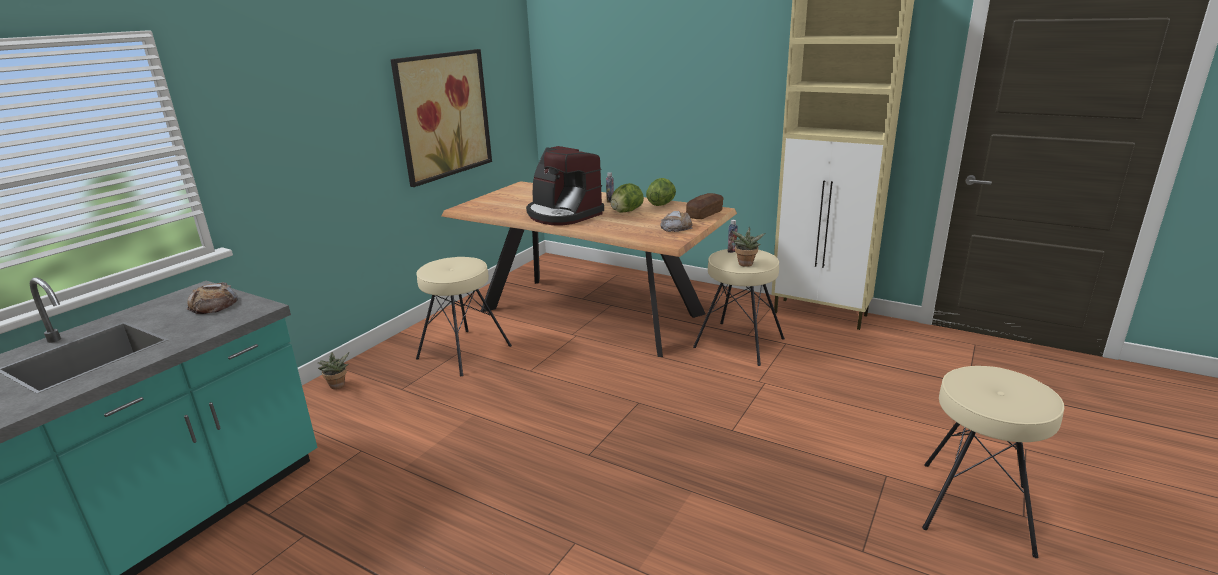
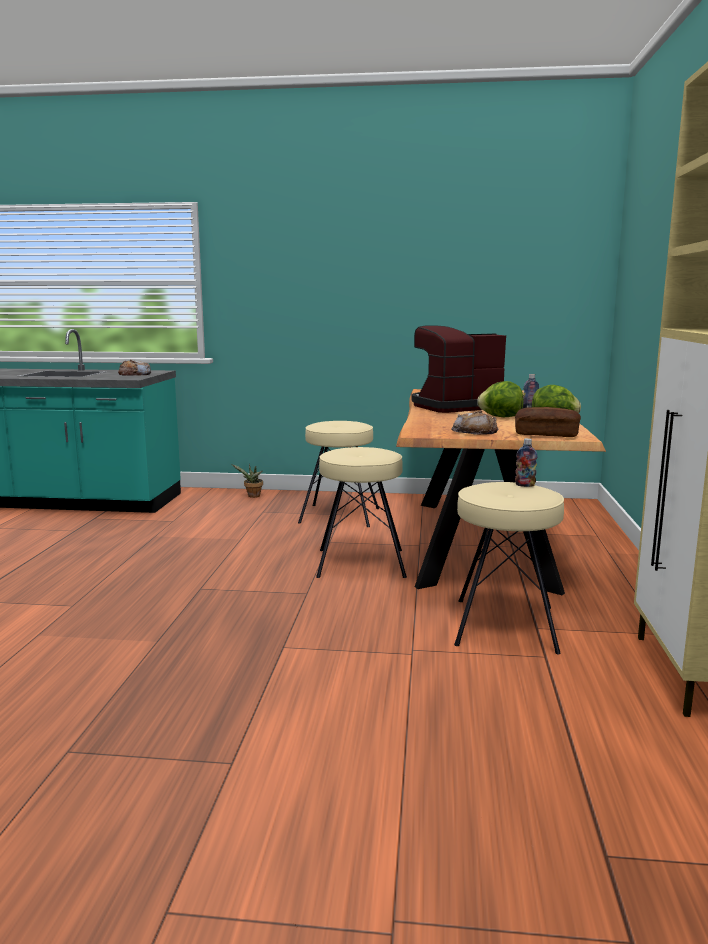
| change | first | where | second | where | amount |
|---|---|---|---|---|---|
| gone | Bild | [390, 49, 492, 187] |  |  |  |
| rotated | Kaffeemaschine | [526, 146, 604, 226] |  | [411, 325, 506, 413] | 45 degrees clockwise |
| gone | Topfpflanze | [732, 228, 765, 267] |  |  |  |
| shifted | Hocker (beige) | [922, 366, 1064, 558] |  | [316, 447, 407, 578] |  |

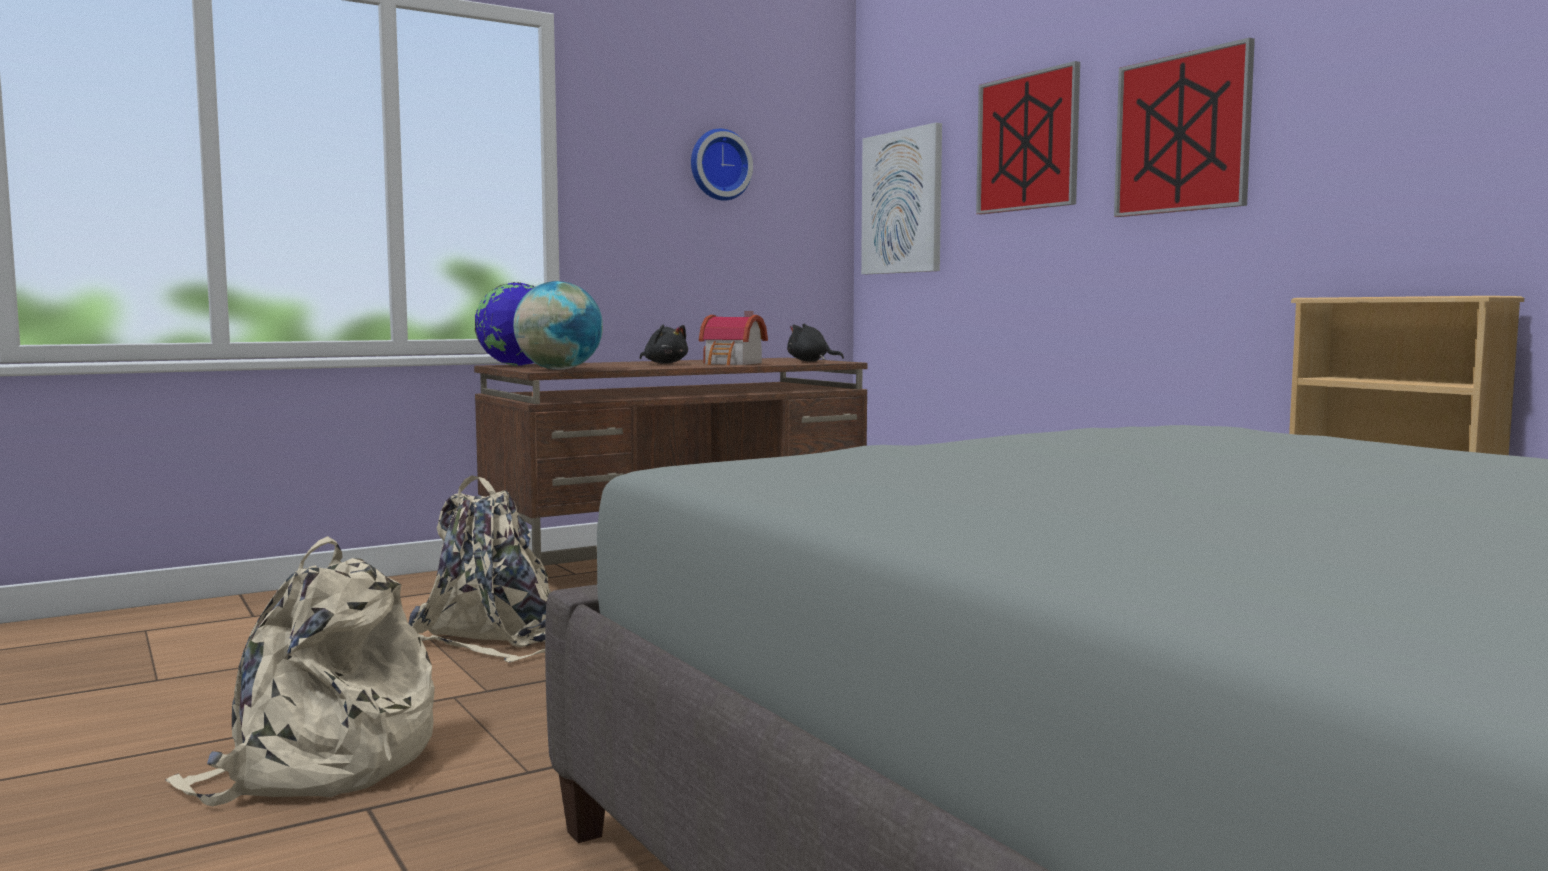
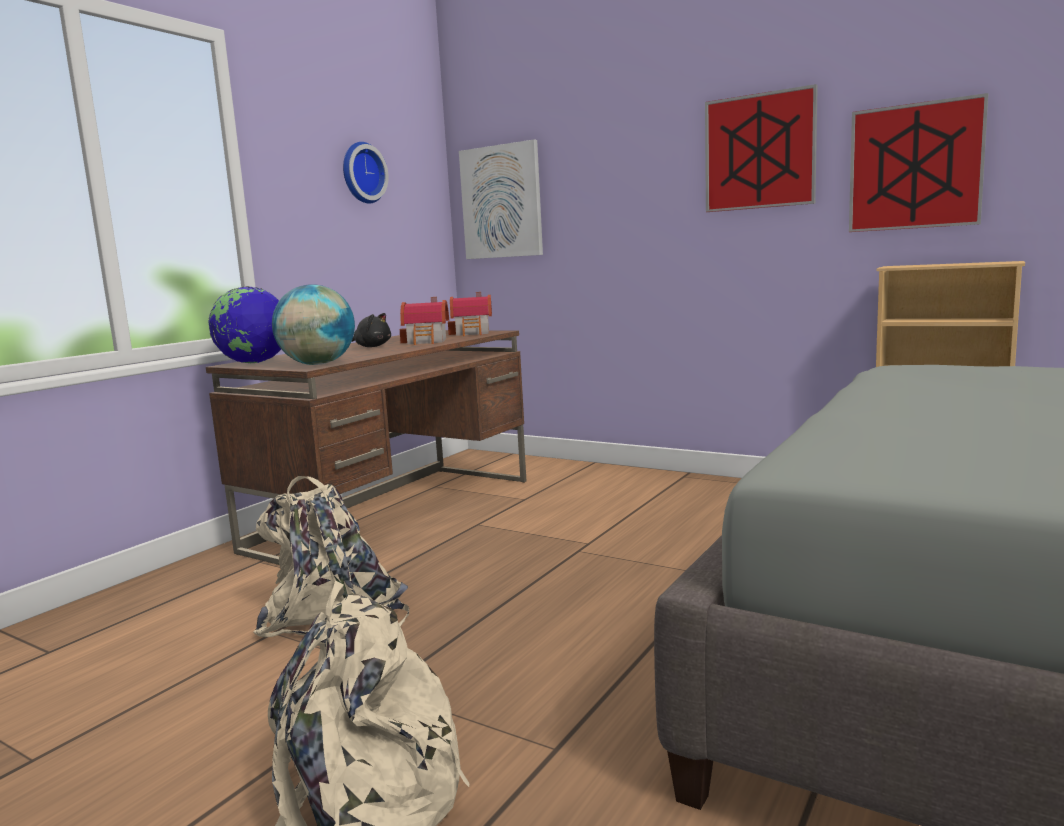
| change | first | where | second | where | amount |
|---|---|---|---|---|---|
| shifted | Bild | [976, 61, 1080, 214] |  | [849, 93, 988, 232] |  |
| swapped | Plüschtier (schwarz) | [787, 324, 844, 362] | Spielzeughaus | [448, 292, 492, 336] |  |

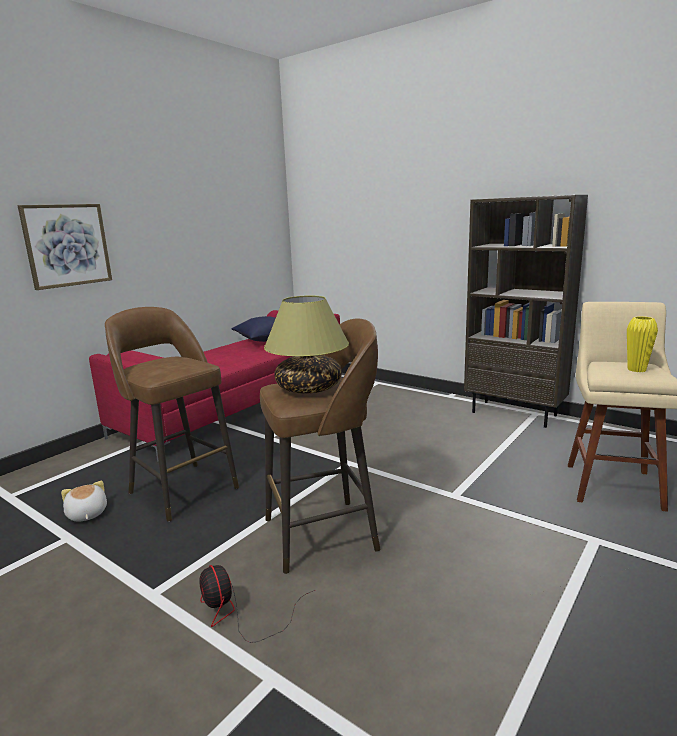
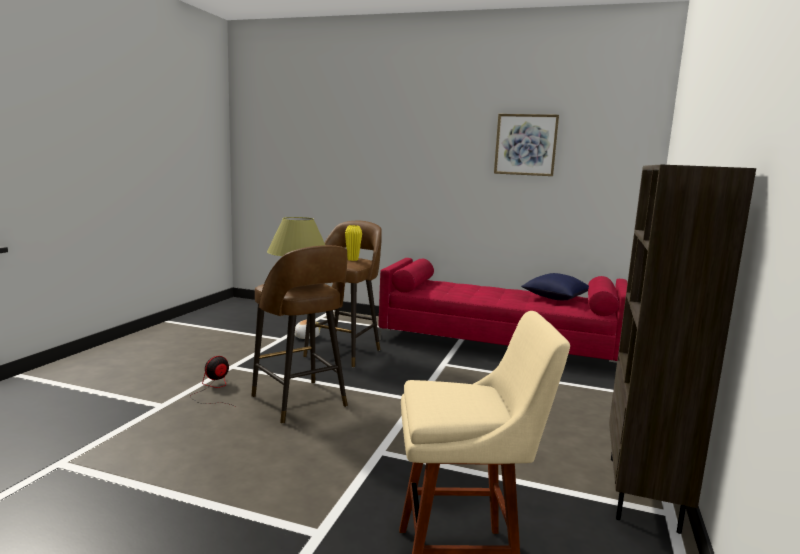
| change | first | where | second | where | amount |
|---|---|---|---|---|---|
| shifted | Bild | [18, 204, 112, 290] |  | [494, 114, 559, 176] |  |
| shifted | Vase (gelb) | [627, 316, 658, 372] |  | [345, 225, 362, 261] |  |

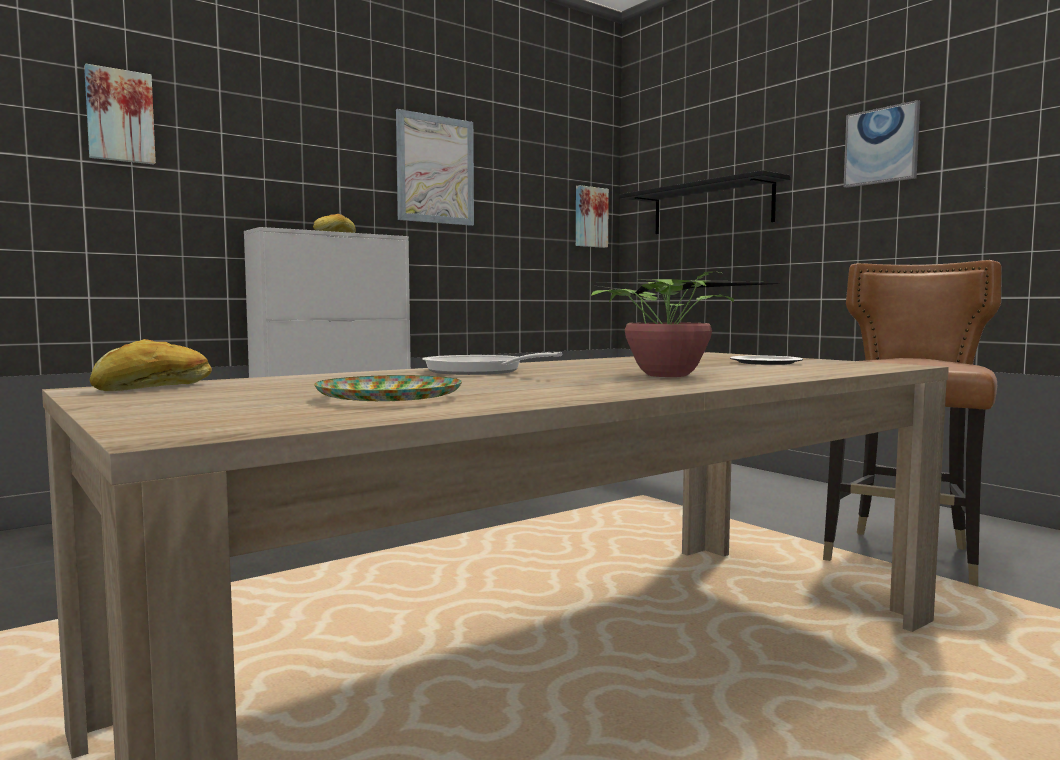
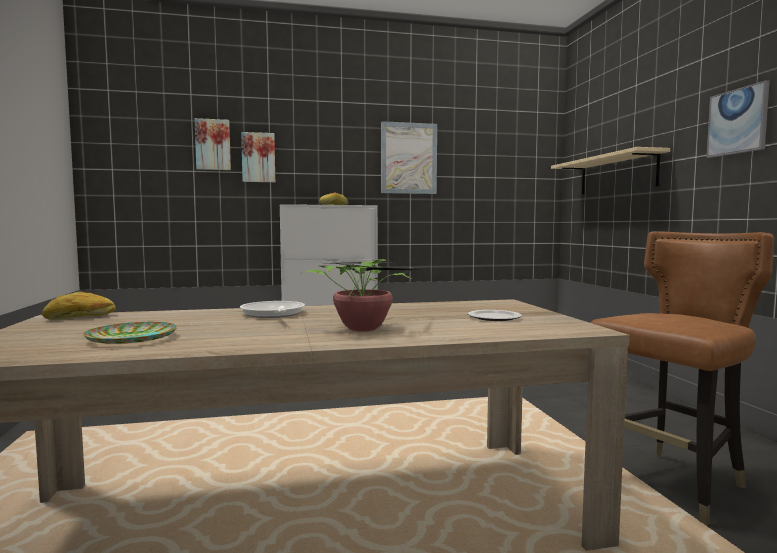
| change | first | where | second | where | amount |
|---|---|---|---|---|---|
| repainted | Wandregal (schwarz) | [619, 170, 791, 234] | Wandregal (beige) | [551, 147, 670, 194] |  |
| shifted | Bild | [576, 185, 609, 248] |  | [241, 132, 275, 182] |  |

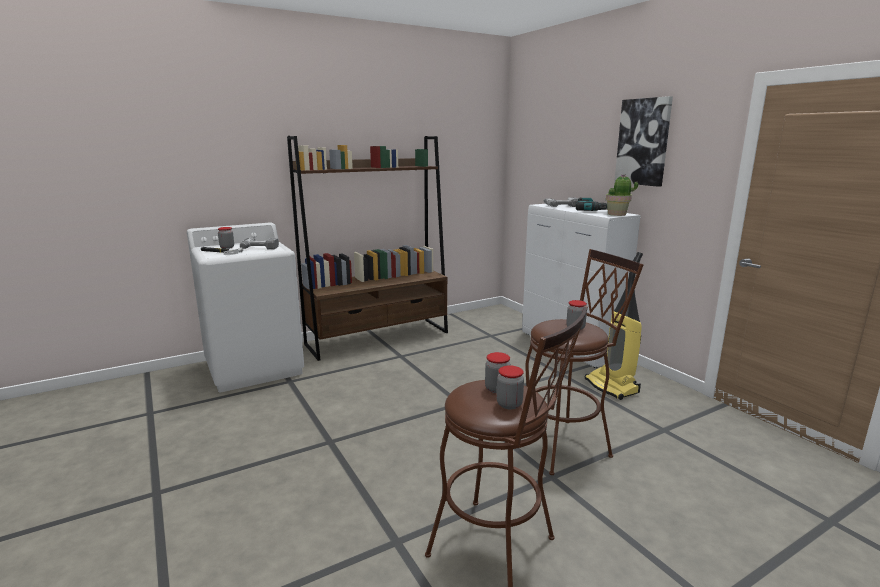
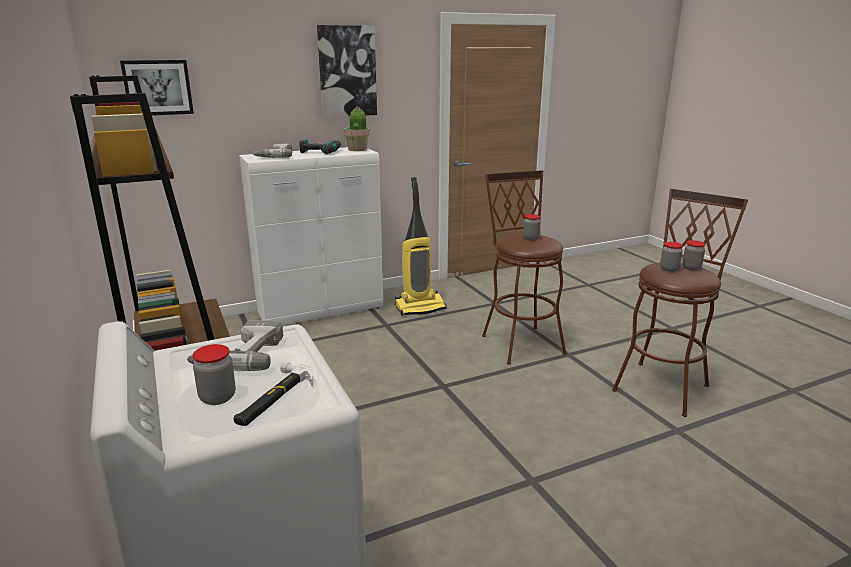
| change | first | where | second | where | amount |
|---|---|---|---|---|---|
| new |  |  | Bild | [120, 60, 194, 116] |  |

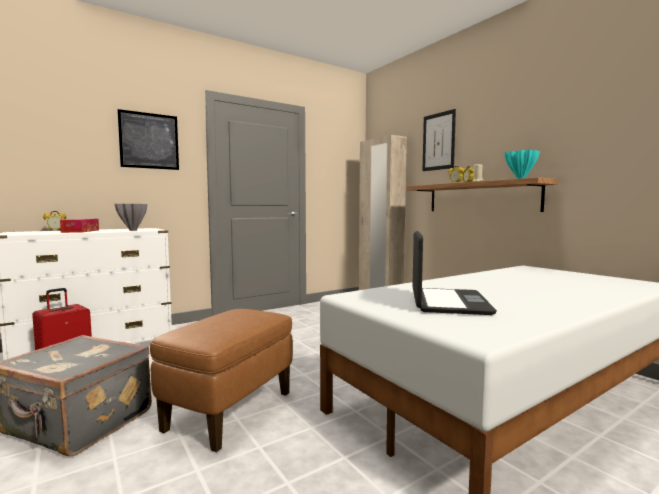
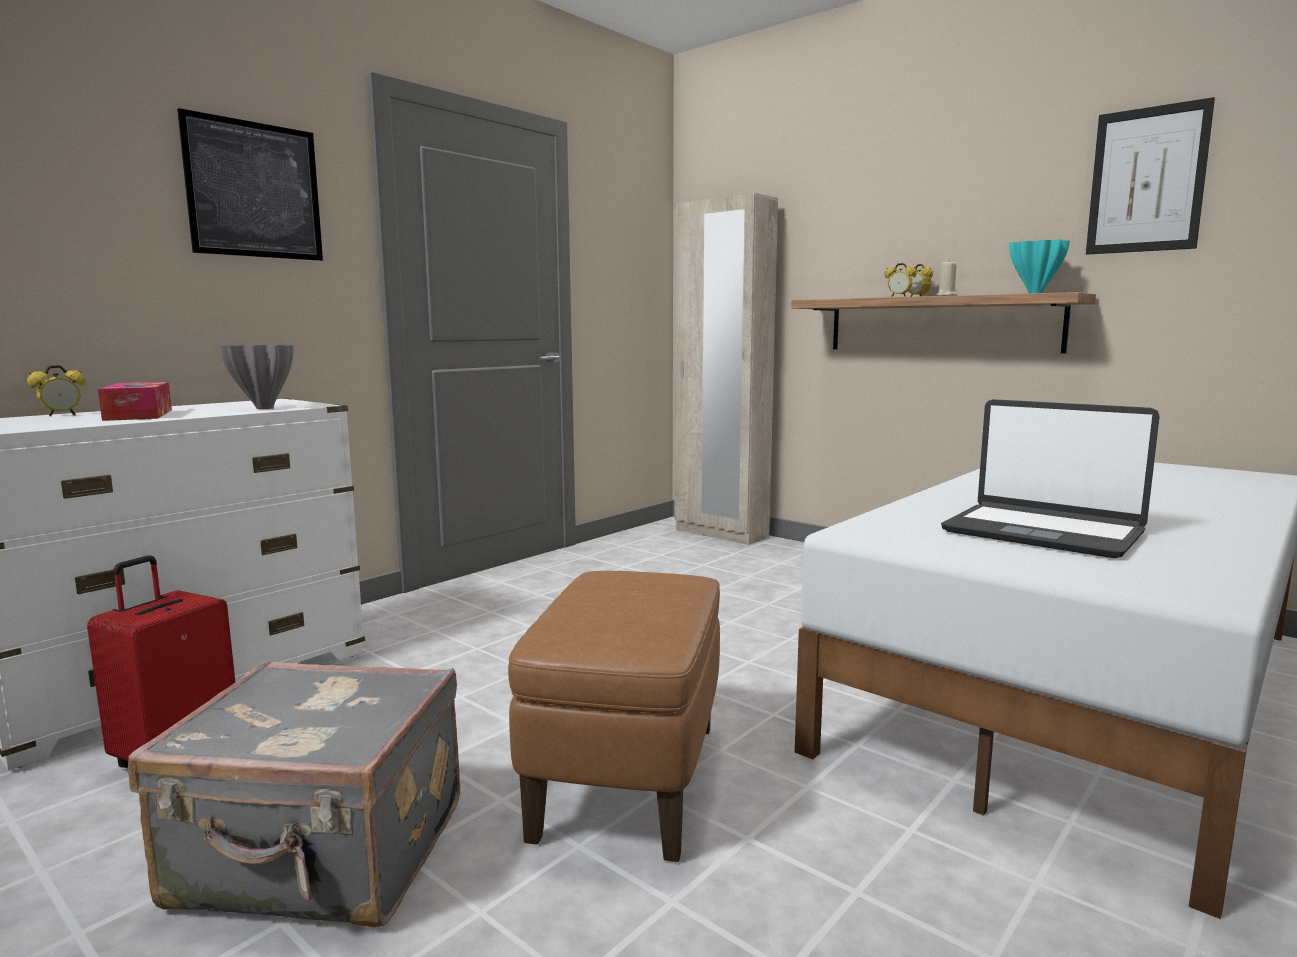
| change | first | where | second | where | amount |
|---|---|---|---|---|---|
| shifted | Bild | [422, 109, 456, 171] |  | [1086, 97, 1215, 255] |  |
| rotated | Laptop | [412, 231, 497, 315] |  | [941, 399, 1160, 558] | 135 degrees clockwise |

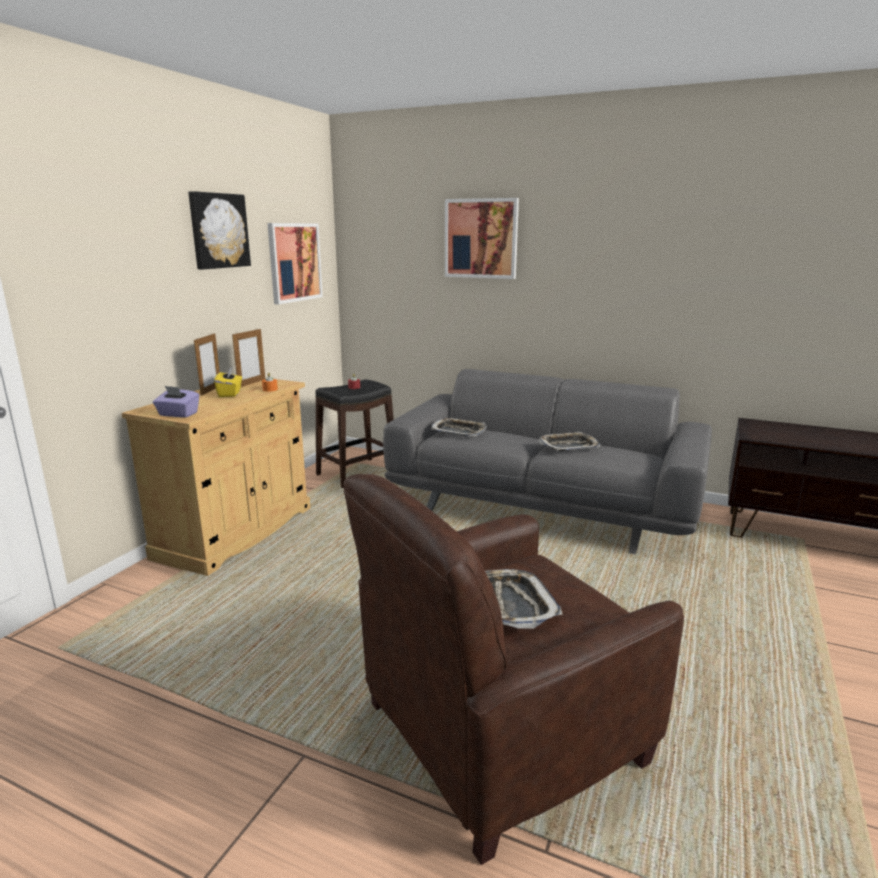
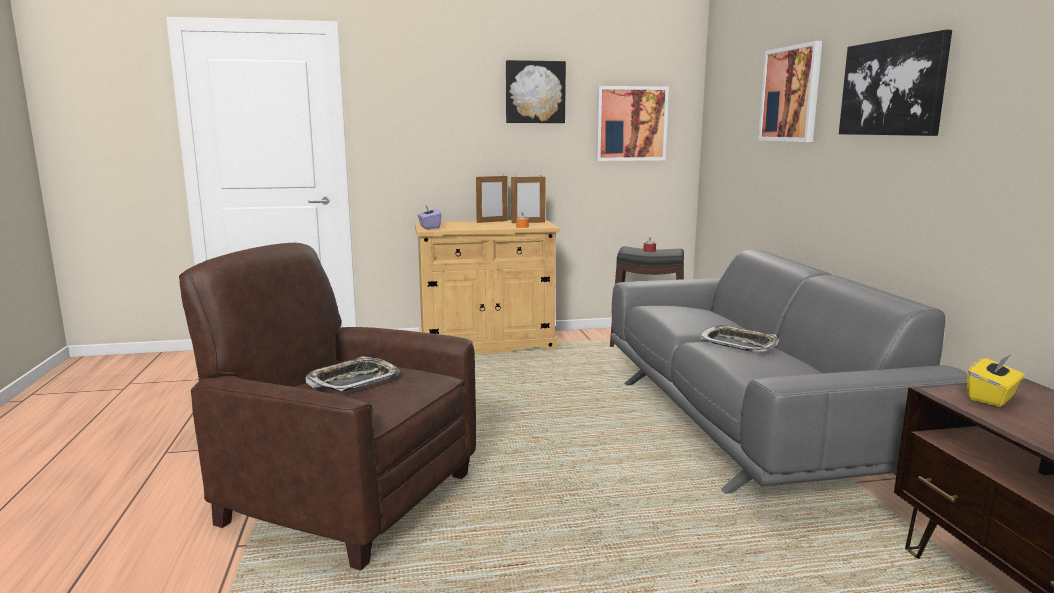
| change | first | where | second | where | amount |
|---|---|---|---|---|---|
| shifted | Taschentuchbox (gelb) | [214, 366, 242, 397] |  | [967, 354, 1024, 407] |  |
| gone | Tablett | [432, 418, 487, 437] |  |  |  |
| new |  |  | Bild | [839, 30, 952, 136] |  |

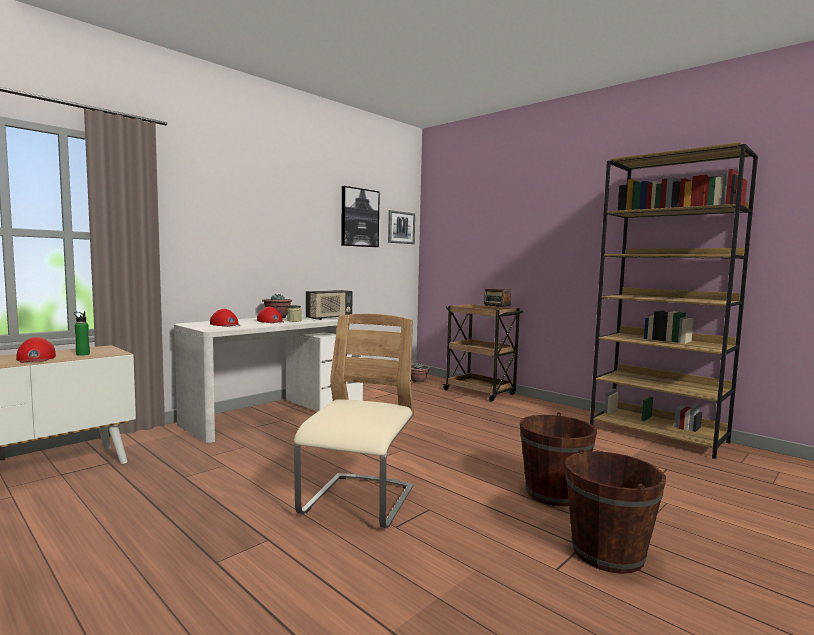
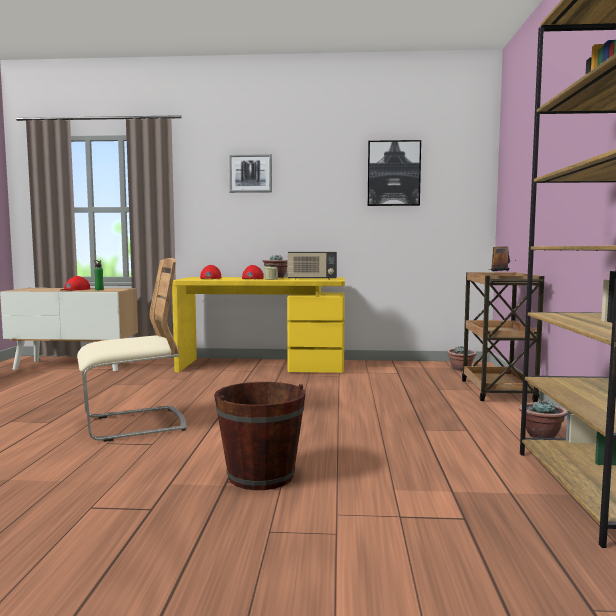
| change | first | where | second | where | amount |
|---|---|---|---|---|---|
| shifted | Bild | [388, 210, 415, 244] |  | [229, 154, 272, 193] |  |
| repainted | Schreibtisch (weiß) | [174, 314, 363, 443] | Schreibtisch (gelb) | [172, 277, 345, 373] |  |
| gone | Eimer (braun) | [565, 449, 666, 574] |  |  |  |
| new |  |  | Topfpflanze | [519, 399, 567, 438] |  |

